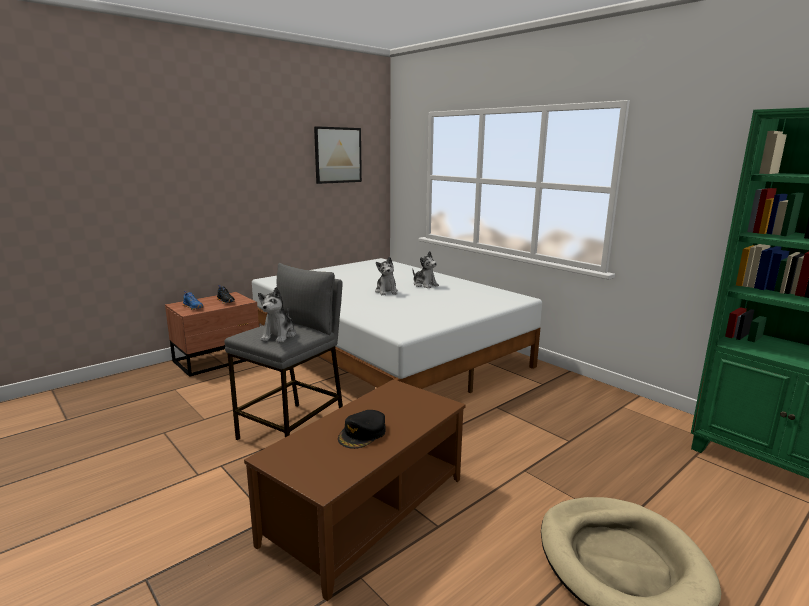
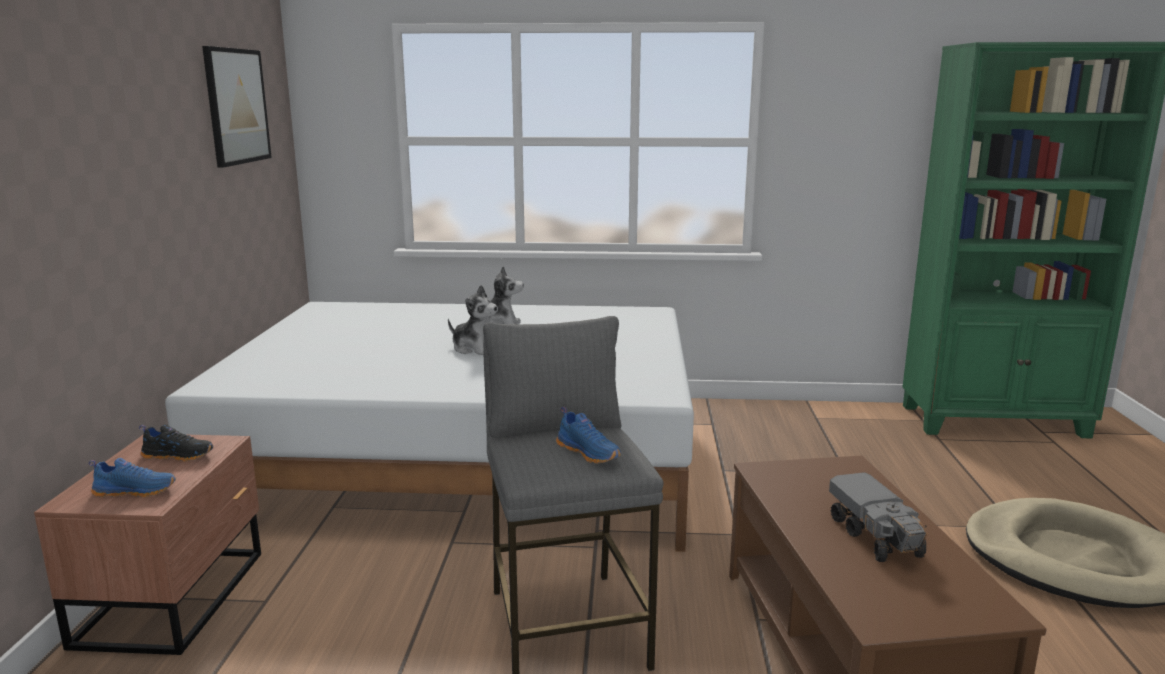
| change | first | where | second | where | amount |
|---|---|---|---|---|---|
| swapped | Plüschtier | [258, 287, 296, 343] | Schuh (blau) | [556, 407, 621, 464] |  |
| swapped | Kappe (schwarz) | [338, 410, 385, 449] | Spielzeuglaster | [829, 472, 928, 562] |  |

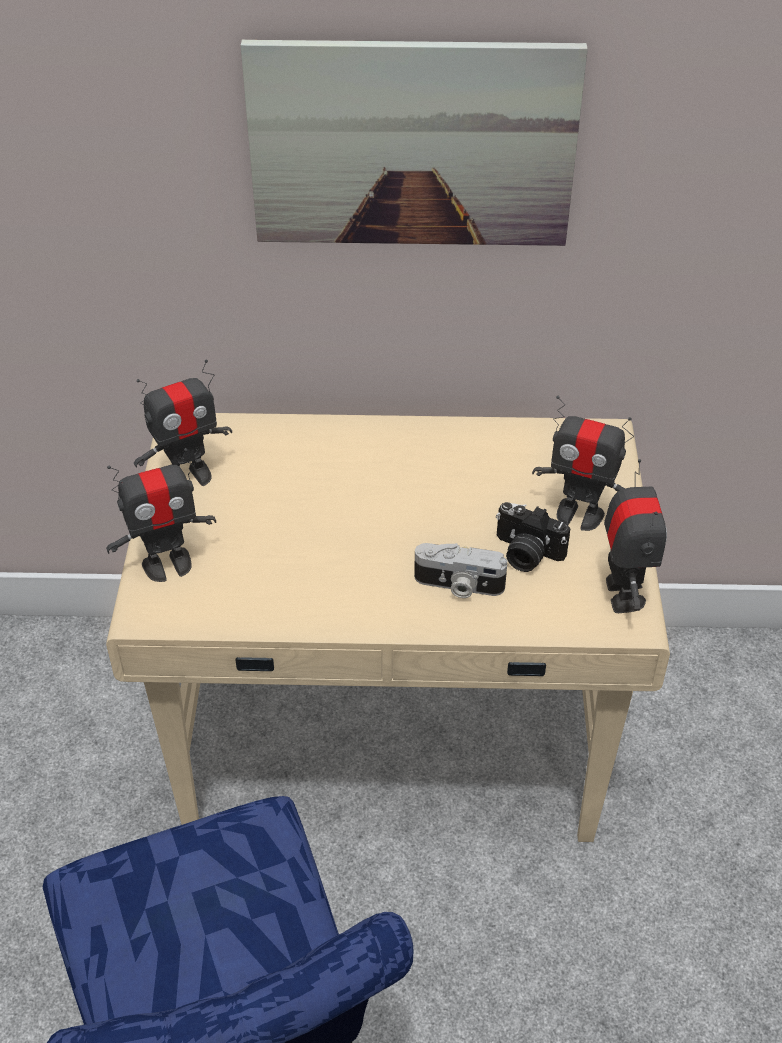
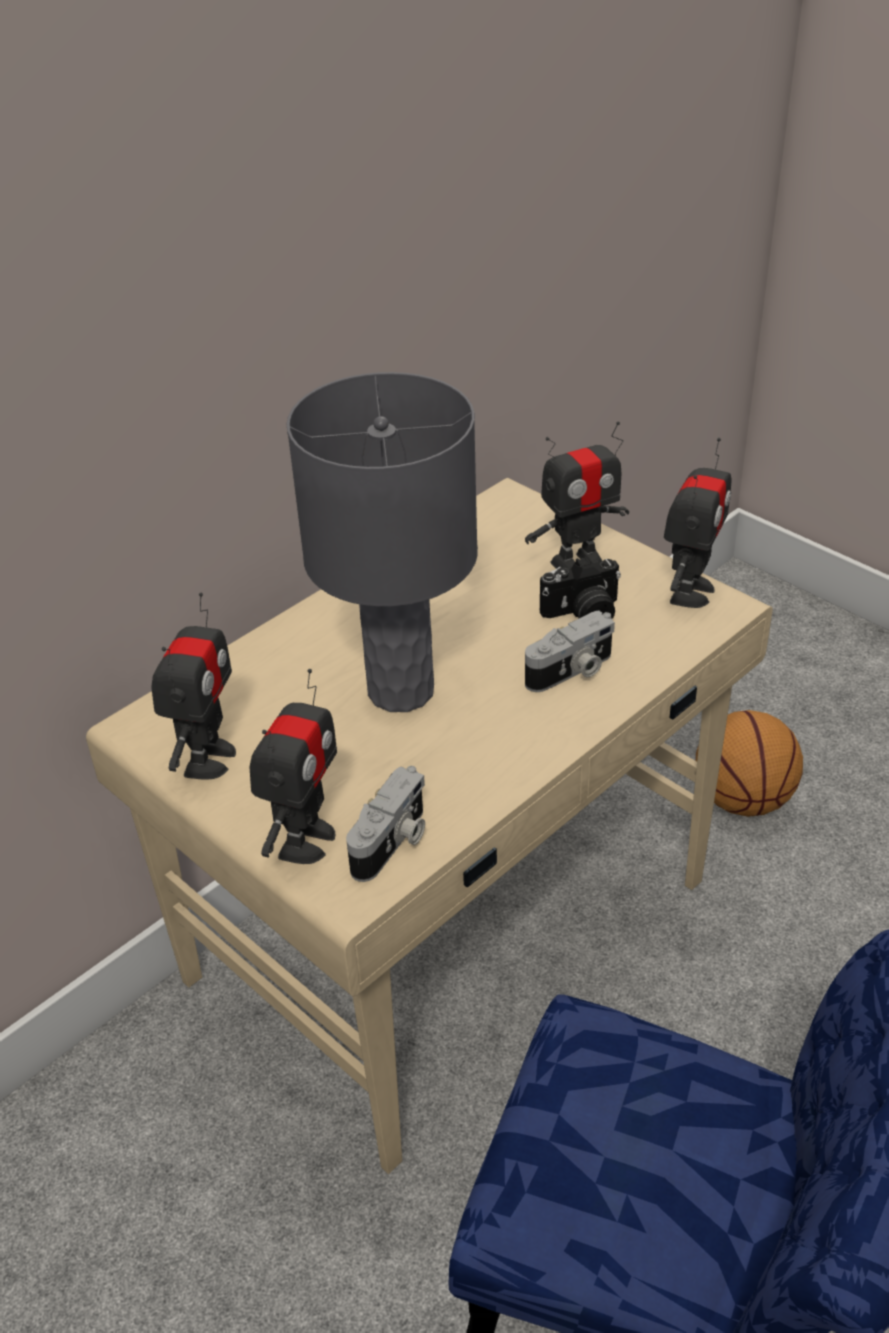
| change | first | where | second | where | amount |
|---|---|---|---|---|---|
| gone | Bild | [241, 39, 588, 246] |  |  |  |
| rotated | Spielzeugroboter | [604, 459, 667, 613] |  | [664, 438, 731, 608] | 75 degrees clockwise |
| new |  |  | Tischlampe (grau) | [287, 372, 478, 712] |  |
| new |  |  | Basketball | [696, 710, 803, 817] |  |
| new |  |  | Kamera | [346, 766, 425, 882] |  |

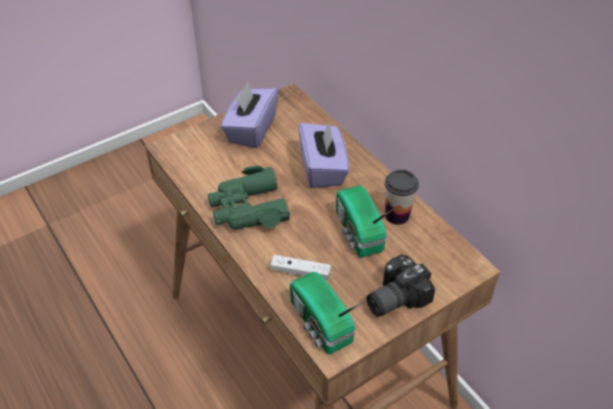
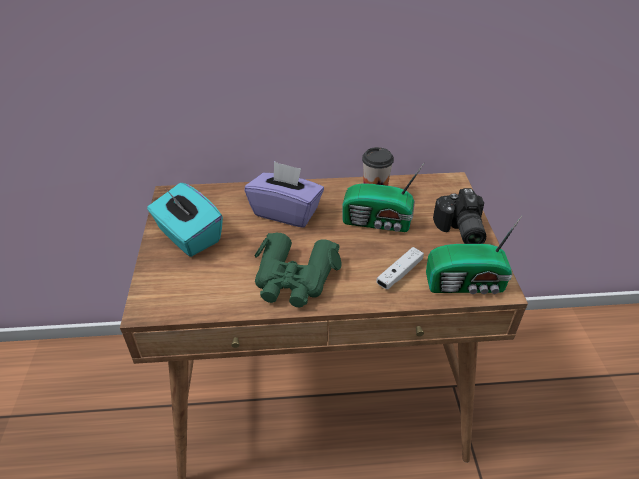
| change | first | where | second | where | amount |
|---|---|---|---|---|---|
| repainted | Taschentuchbox (lila) | [221, 83, 278, 148] | Taschentuchbox (türkis) | [147, 183, 223, 257] |  |

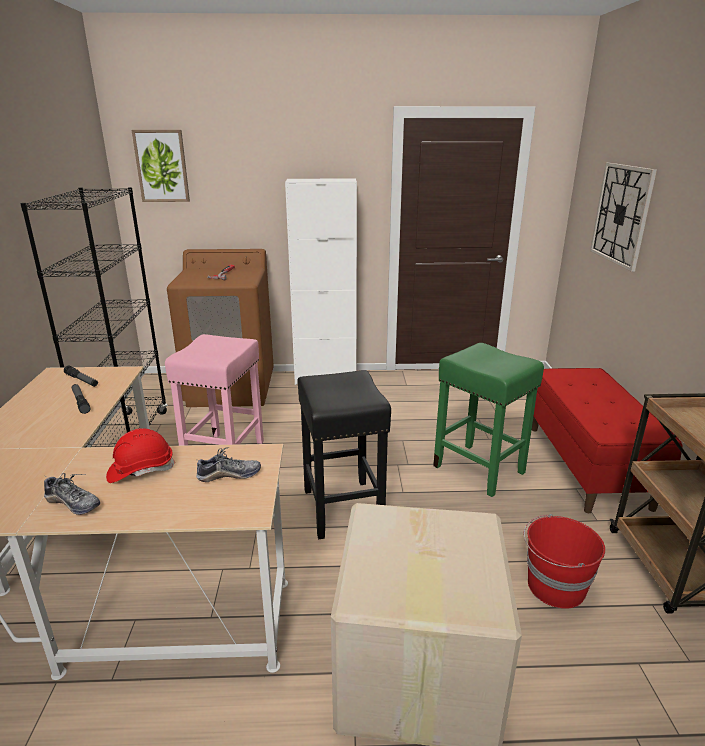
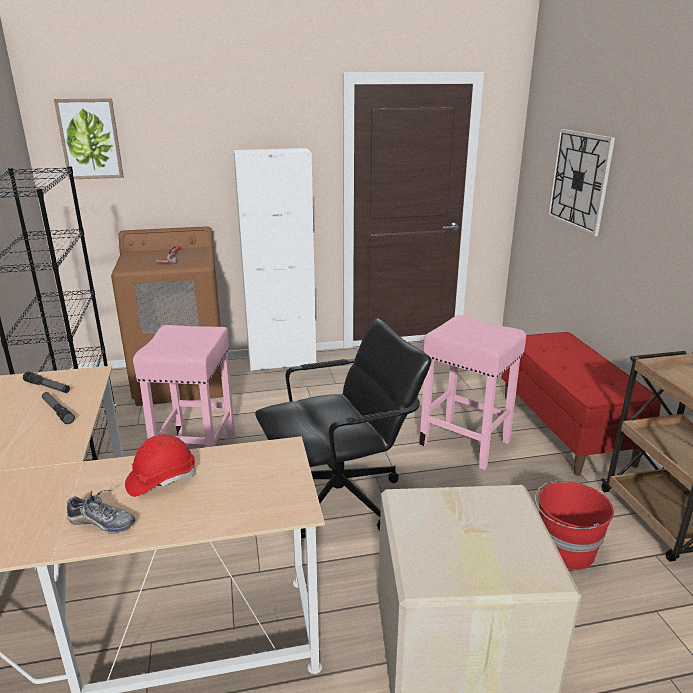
| change | first | where | second | where | amount |
|---|---|---|---|---|---|
| repainted | Hocker (grün) | [433, 343, 544, 497] | Hocker (rosa) | [419, 315, 526, 470] |  |
| swapped | Hocker (schwarz) | [297, 370, 391, 539] | Bürostuhl (schwarz) | [255, 318, 432, 538] |  |
| gone | Schuh | [196, 447, 261, 482] |  |  |  |

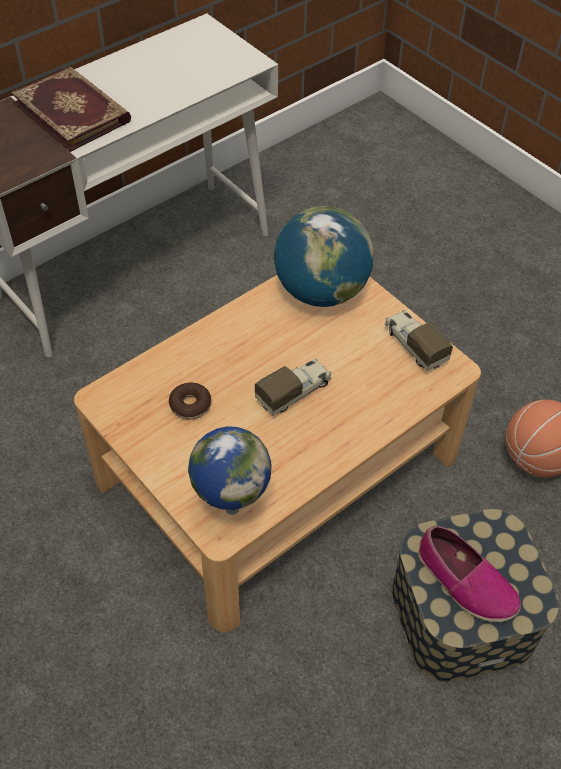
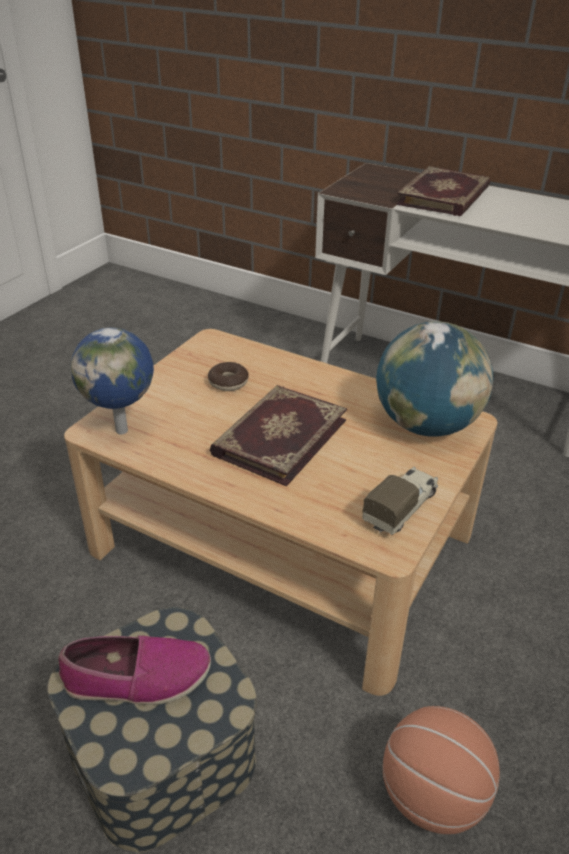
| change | first | where | second | where | amount |
|---|---|---|---|---|---|
| swapped | Spielzeuglaster | [255, 359, 331, 415] | Buch | [210, 385, 347, 487] |  |
| rotated | Schuh | [418, 526, 521, 622] |  | [58, 635, 211, 705] | 120 degrees counterclockwise |

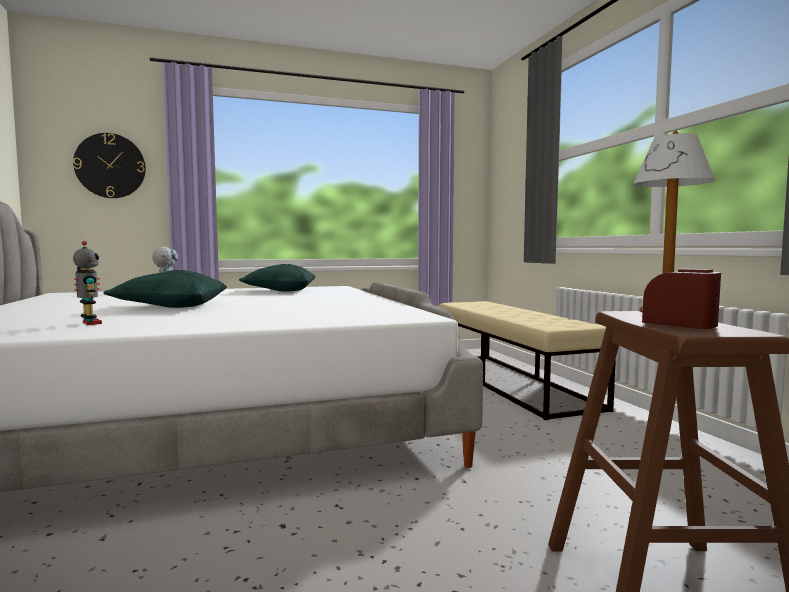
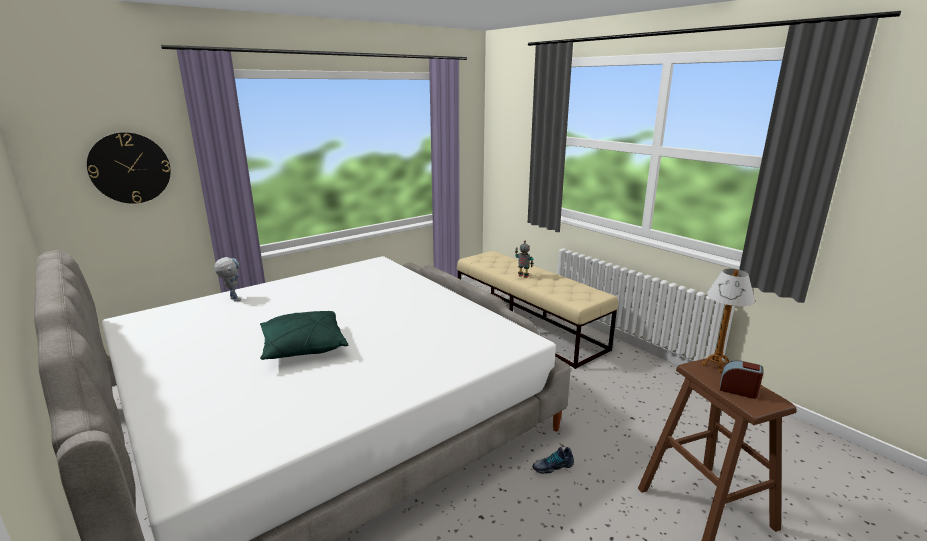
| change | first | where | second | where | amount |
|---|---|---|---|---|---|
| shifted | Spielzeugroboter | [73, 241, 102, 325] |  | [515, 240, 533, 278] |  |
| gone | Kissen (grün) | [239, 264, 315, 292] |  |  |  |
| new |  |  | Schuh | [533, 447, 574, 474] |  |

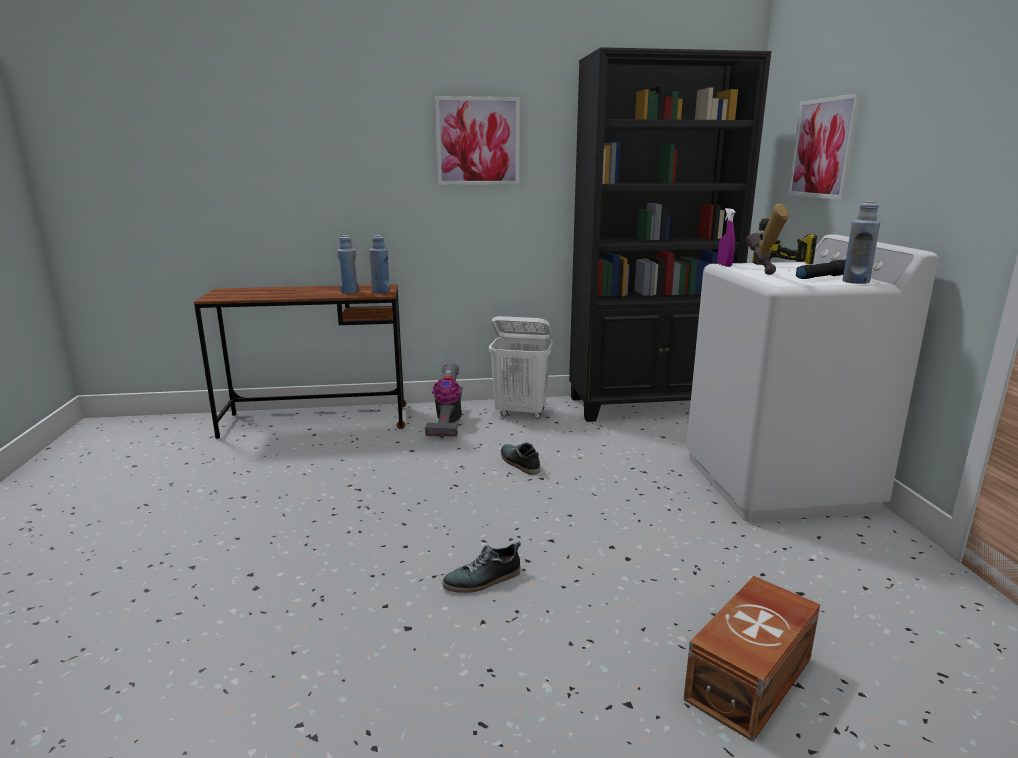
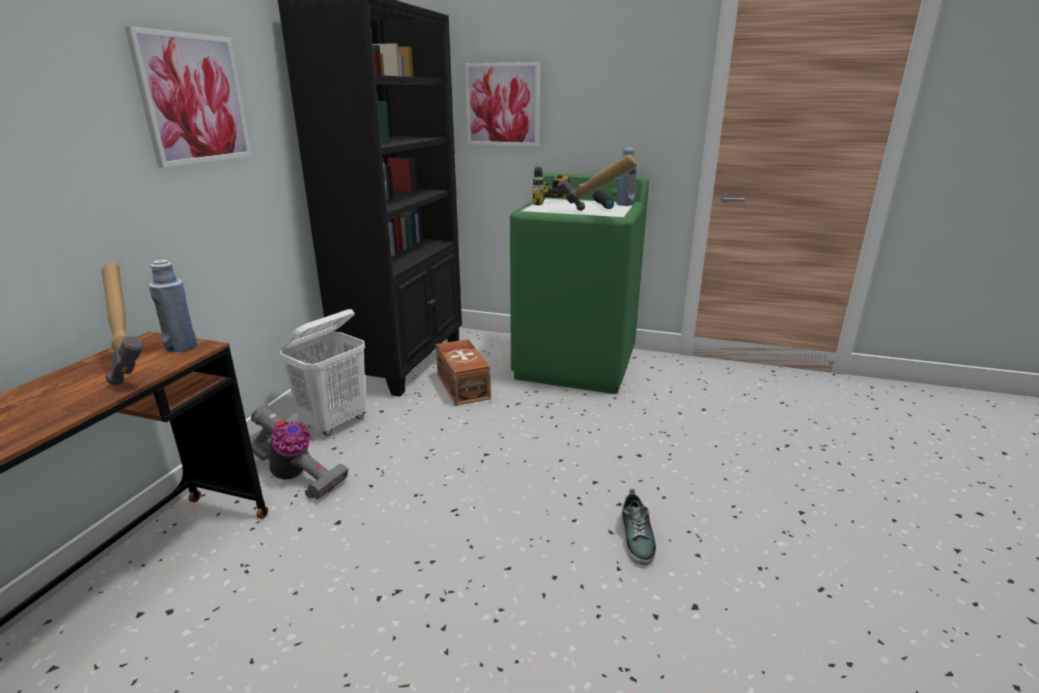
| change | first | where | second | where | amount |
|---|---|---|---|---|---|
| gone | Sprühflasche (lila) | [718, 208, 735, 267] |  |  |  |
| swapped | Flasche (blau) | [337, 235, 359, 294] | Hammer | [101, 262, 144, 385] |  |
| repainted | Waschmaschine (weiß) | [686, 235, 938, 522] | Waschmaschine (grün) | [510, 173, 649, 394] |  |
| gone | Schuh | [501, 443, 540, 475] |  |  |  |
| shifted | Aufbewahrungsbox (braun) | [684, 576, 820, 742] |  | [436, 339, 491, 406] |  |

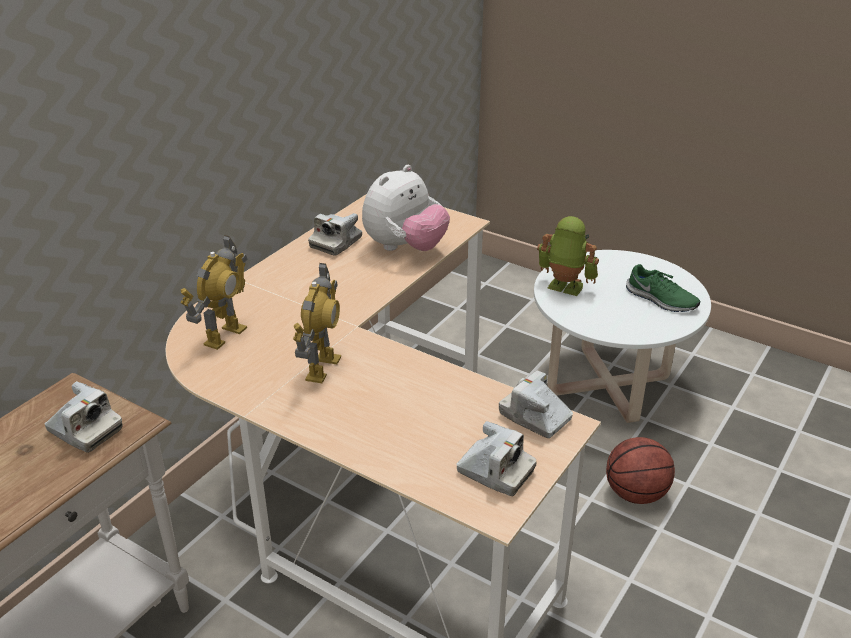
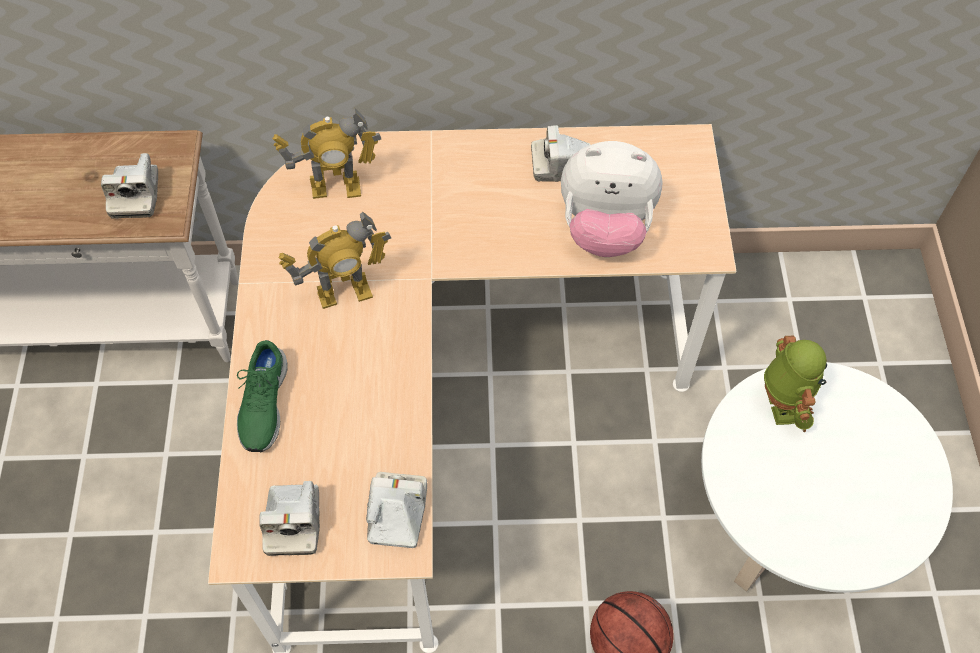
| change | first | where | second | where | amount |
|---|---|---|---|---|---|
| shifted | Schuh (grün) | [626, 264, 700, 312] |  | [237, 340, 288, 452] |  |

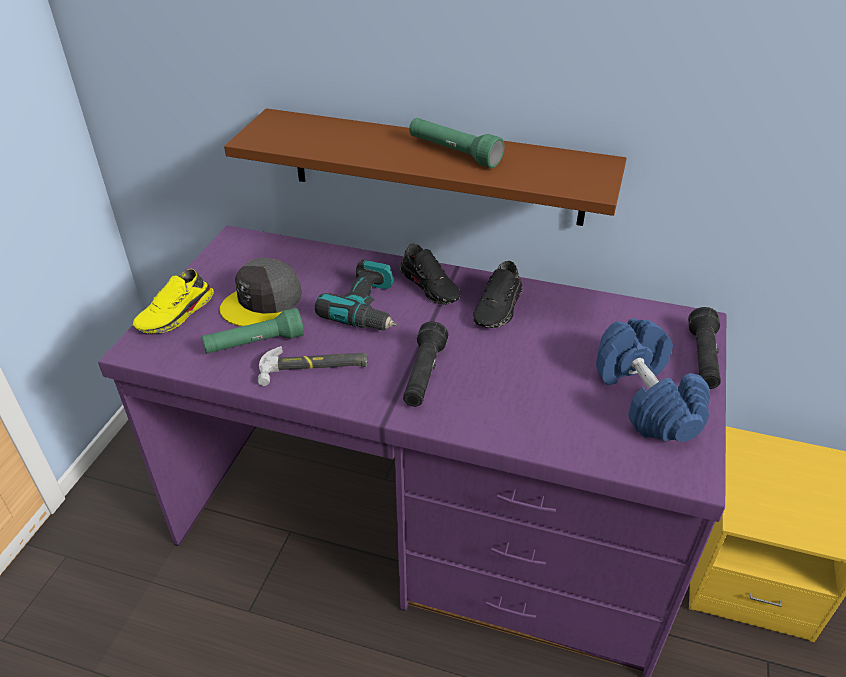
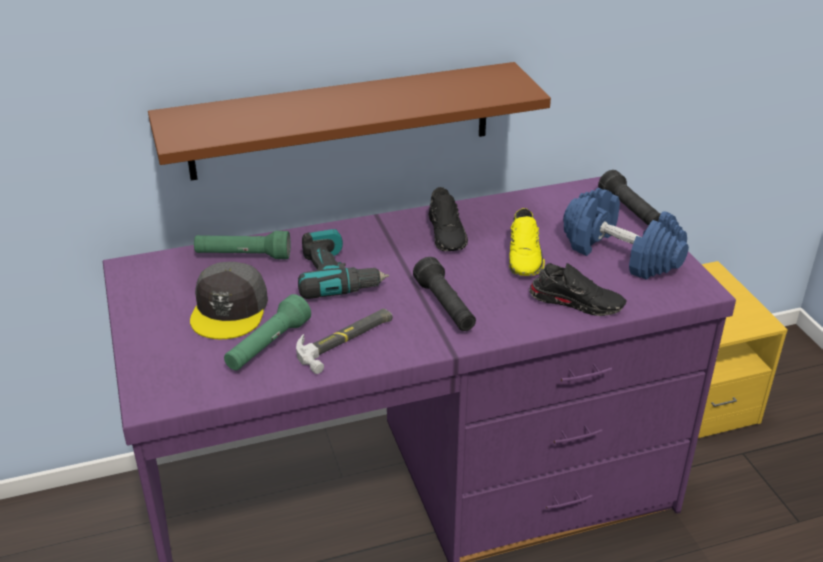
| change | first | where | second | where | amount |
|---|---|---|---|---|---|
| shifted | Taschenlampe (grün) | [409, 118, 504, 168] |  | [194, 231, 290, 259] |  |
| shifted | Schuh (schwarz) | [400, 244, 461, 305] |  | [529, 263, 627, 316] |  |
| shifted | Schuh (gelb) | [133, 269, 214, 334] |  | [509, 208, 545, 276] |  |

